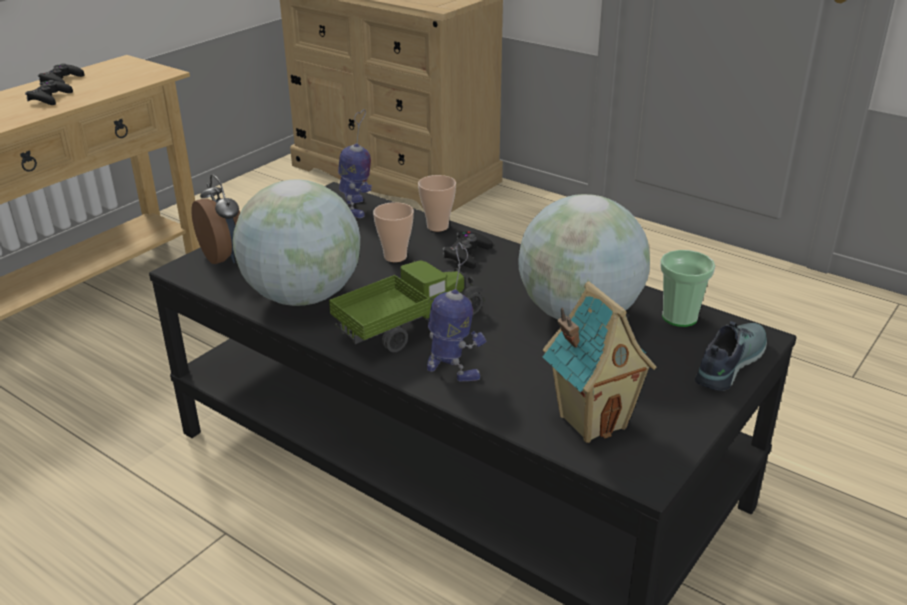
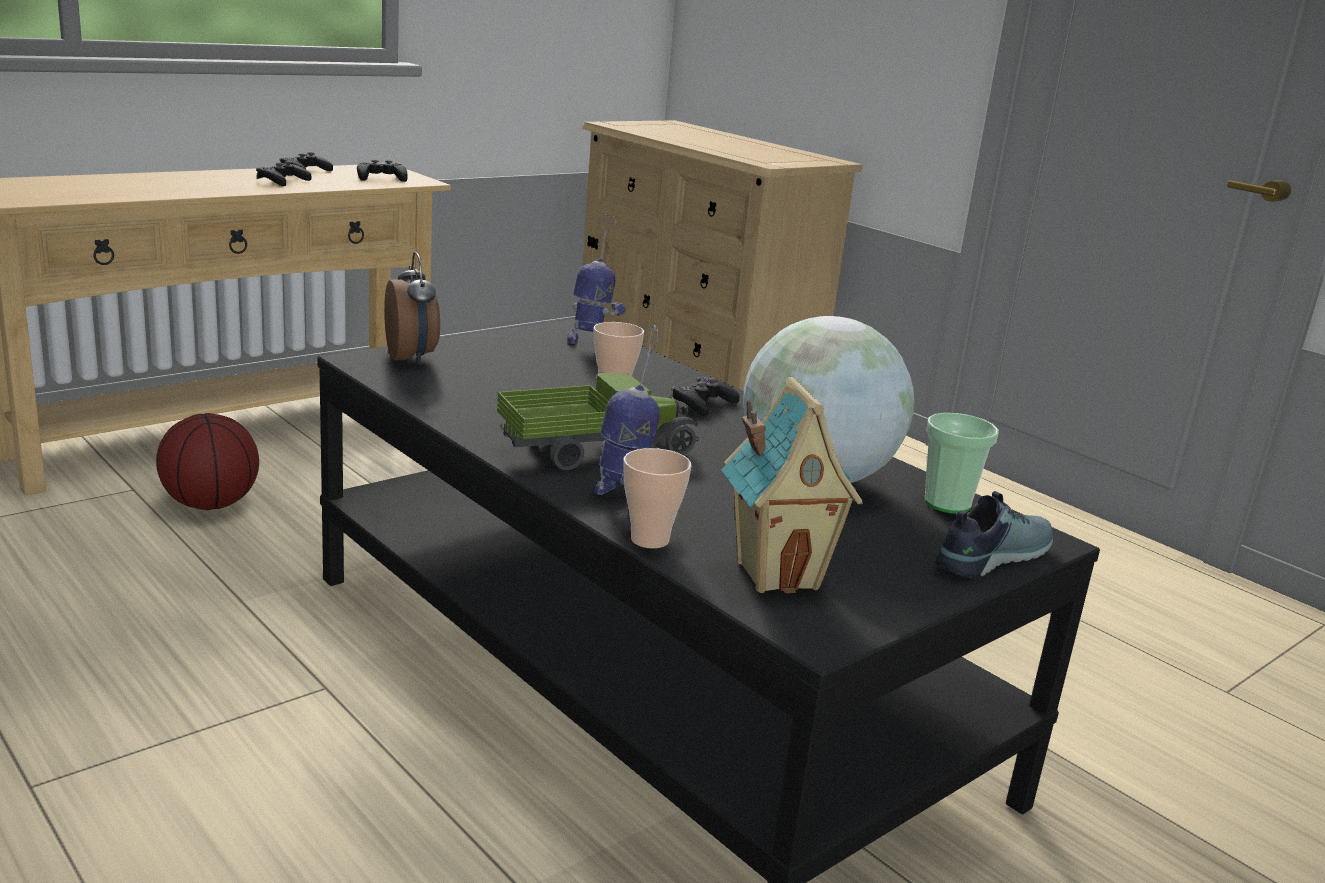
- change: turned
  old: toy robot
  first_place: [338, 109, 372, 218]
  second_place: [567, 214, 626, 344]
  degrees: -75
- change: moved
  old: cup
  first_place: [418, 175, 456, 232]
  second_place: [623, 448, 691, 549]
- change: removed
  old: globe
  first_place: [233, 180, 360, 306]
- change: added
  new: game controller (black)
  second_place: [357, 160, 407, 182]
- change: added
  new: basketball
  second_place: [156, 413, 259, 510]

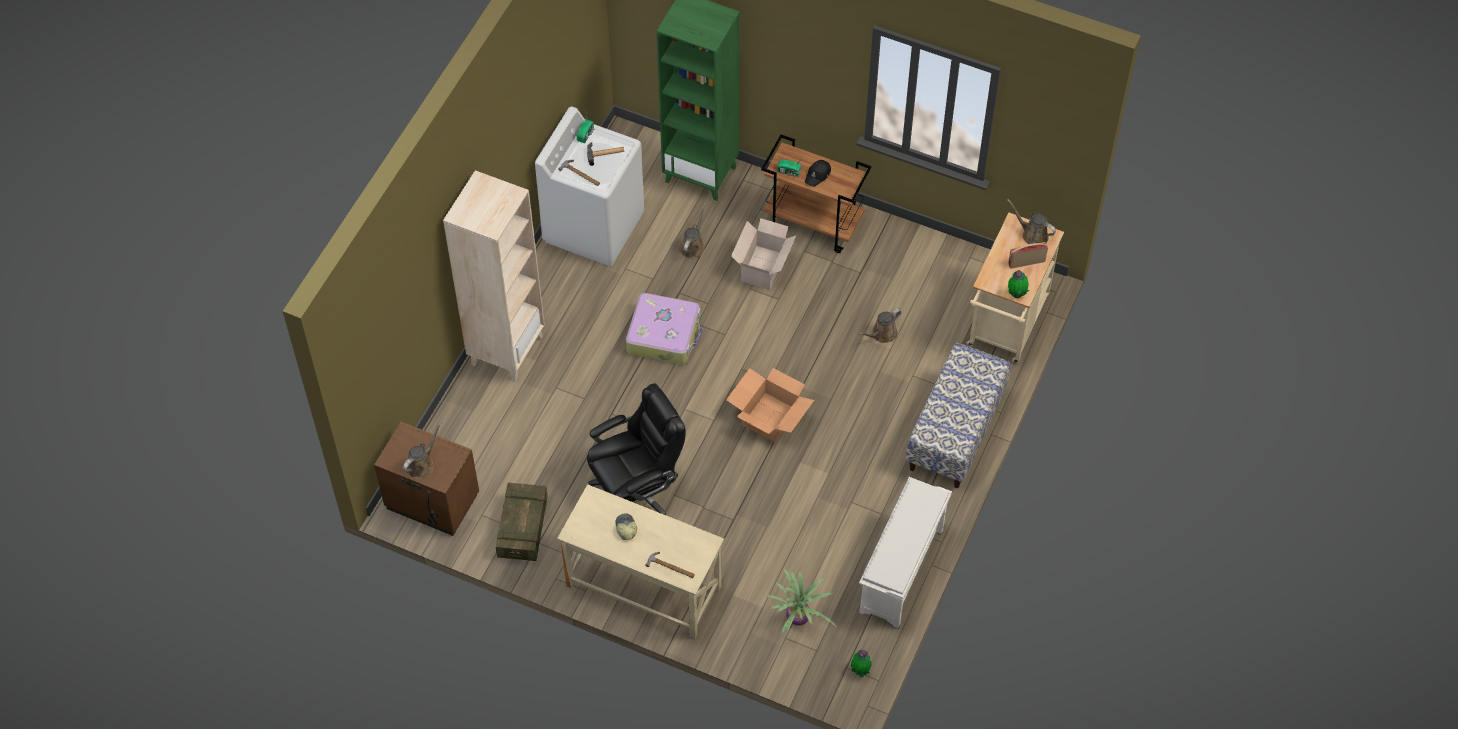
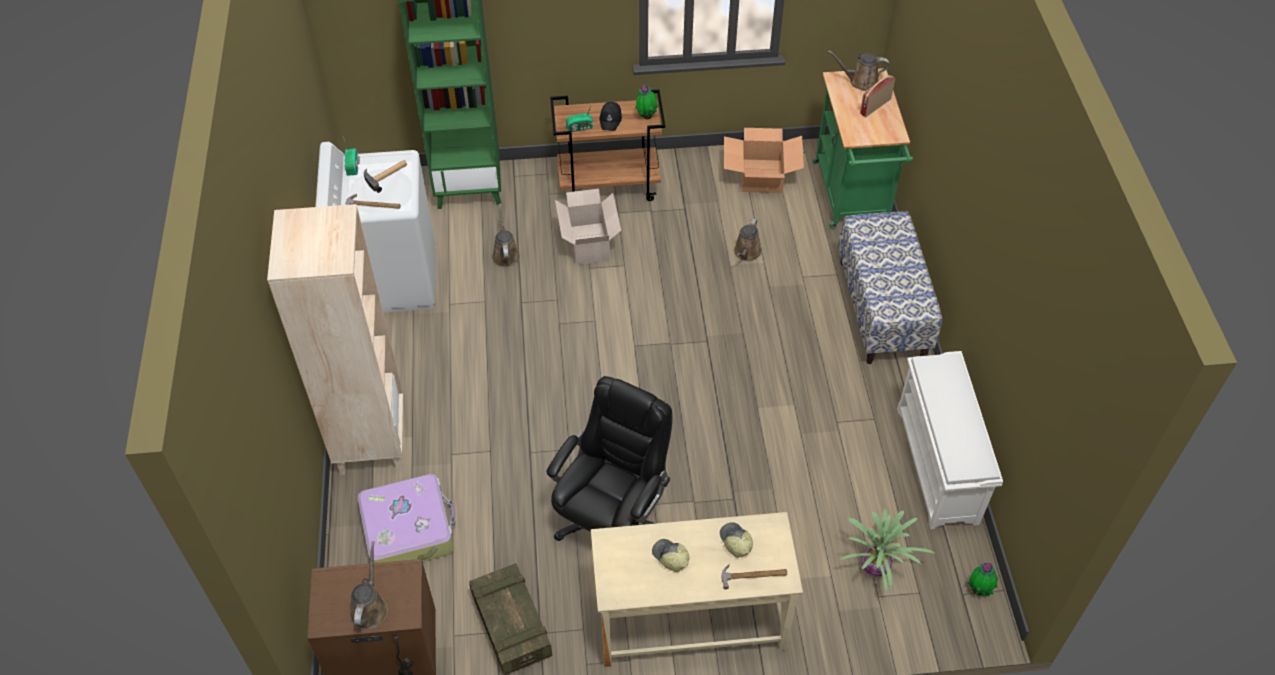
- change: recoloured
  old: cart (beige)
  new: cart (green)
  first_place: [966, 213, 1064, 363]
  second_place: [813, 68, 913, 228]
- change: moved
  old: potted plant
  first_place: [1008, 270, 1029, 298]
  second_place: [635, 84, 658, 120]
- change: moved
  old: suitcase
  first_place: [626, 293, 703, 364]
  second_place: [358, 474, 455, 563]
- change: moved
  old: cardboard box
  first_place: [726, 368, 814, 443]
  second_place: [724, 128, 804, 193]
- change: added
  new: cap
  second_place: [720, 522, 753, 558]

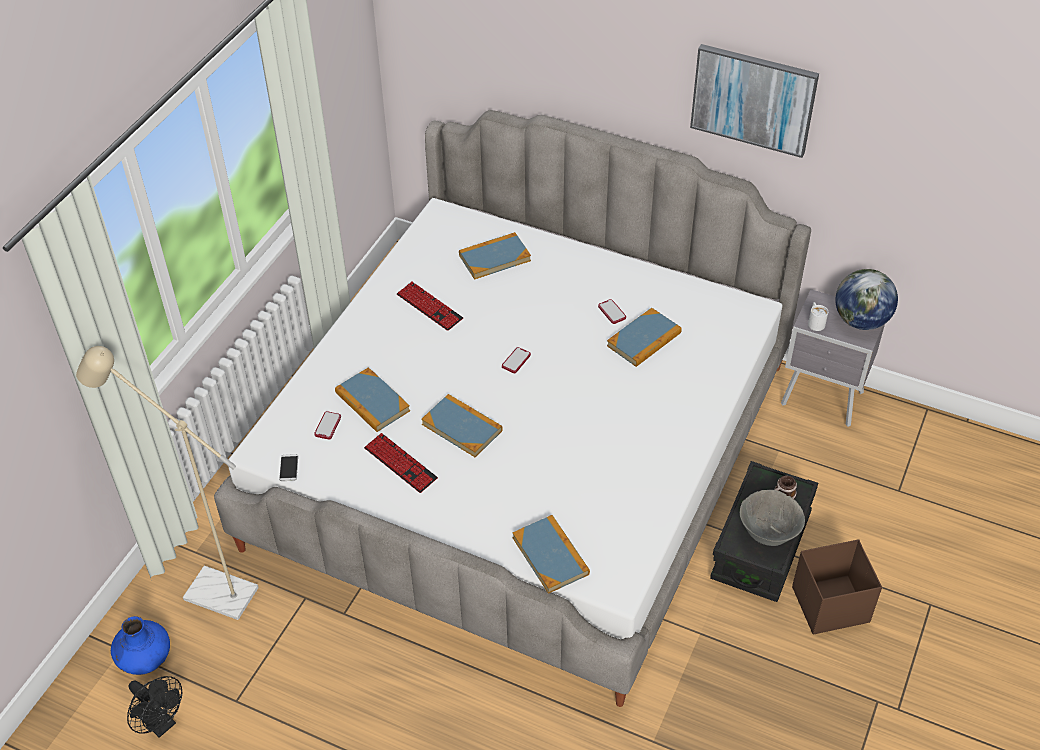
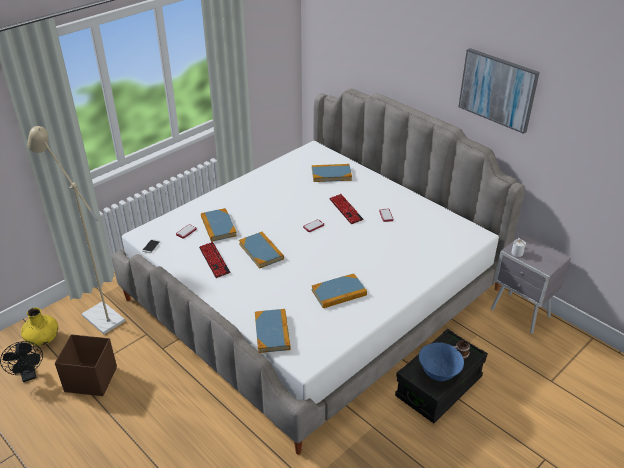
- change: removed
  old: globe
  first_place: [835, 269, 898, 330]
- change: moved
  old: keyboard
  first_place: [397, 281, 463, 331]
  second_place: [329, 194, 364, 224]
- change: moved
  old: book
  first_place: [607, 308, 682, 367]
  second_place: [312, 274, 367, 308]
- change: recoloured
  old: bowl (grey)
  new: bowl (blue)
  first_place: [740, 490, 805, 546]
  second_place: [419, 342, 464, 381]
- change: moved
  old: storage box (brown)
  first_place: [792, 539, 882, 635]
  second_place: [55, 334, 117, 396]
- change: recoloured
  old: vase (blue)
  new: vase (yellow)
  first_place: [111, 616, 170, 675]
  second_place: [21, 307, 58, 346]

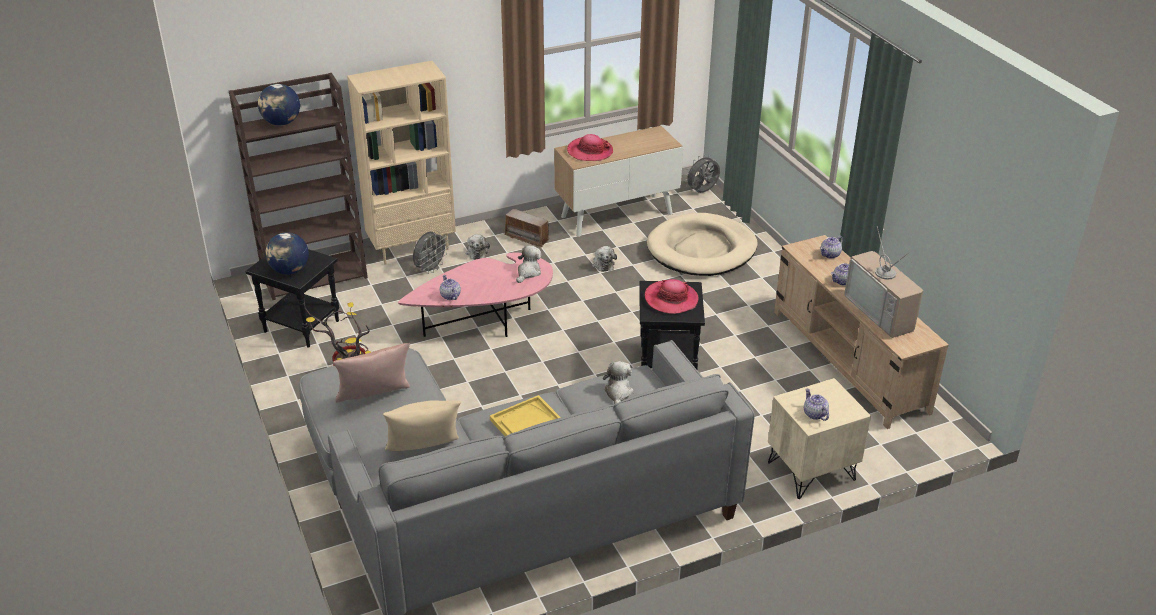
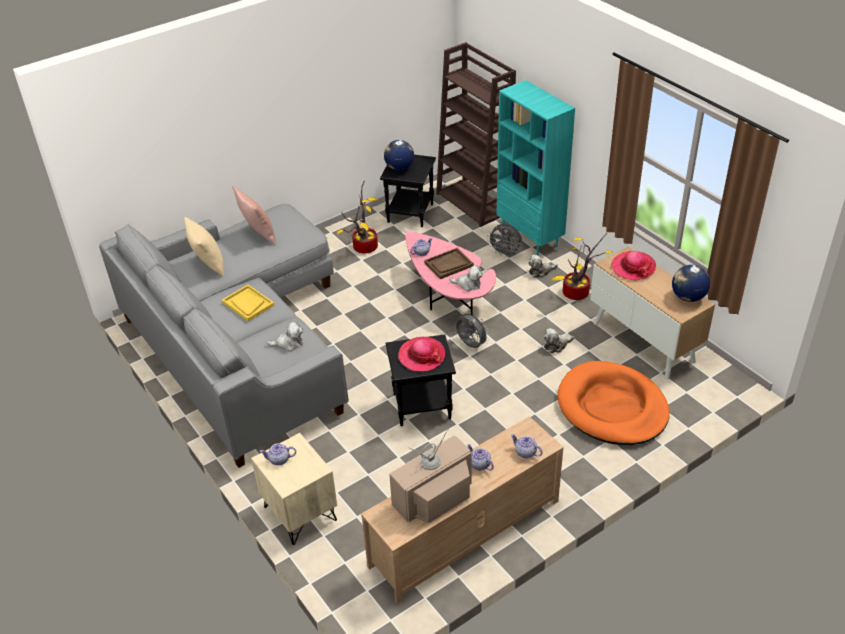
- change: recoloured
  old: bookcase (beige)
  new: bookcase (turquoise)
  first_place: [347, 61, 456, 265]
  second_place: [496, 80, 575, 256]
- change: moved
  old: globe
  first_place: [258, 84, 300, 126]
  second_place: [672, 265, 710, 302]
- change: moved
  old: fan (grey)
  first_place: [684, 155, 720, 193]
  second_place: [455, 310, 490, 348]
- change: replaced
  old: radio
  new: potted plant
  first_place: [503, 209, 550, 248]
  second_place: [552, 233, 612, 300]
- change: recoloured
  old: dog bed (beige)
  new: dog bed (orange)
  first_place: [647, 213, 758, 276]
  second_place: [558, 361, 670, 445]
- change: turned
  old: teapot
  first_place: [804, 389, 829, 421]
  second_place: [259, 443, 296, 465]
  degrees: -150
- change: added
  new: tray (brown)
  second_place: [424, 248, 474, 279]

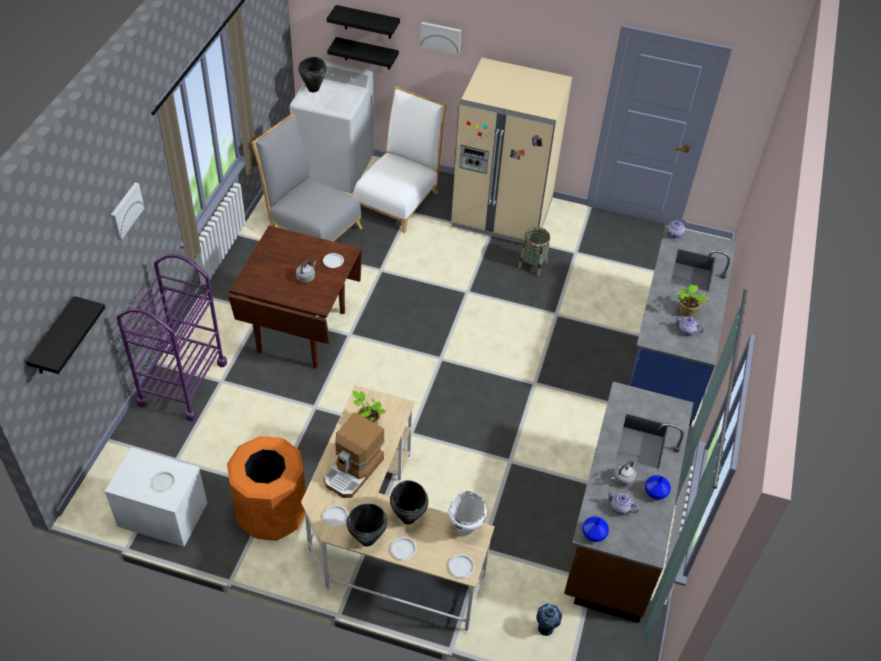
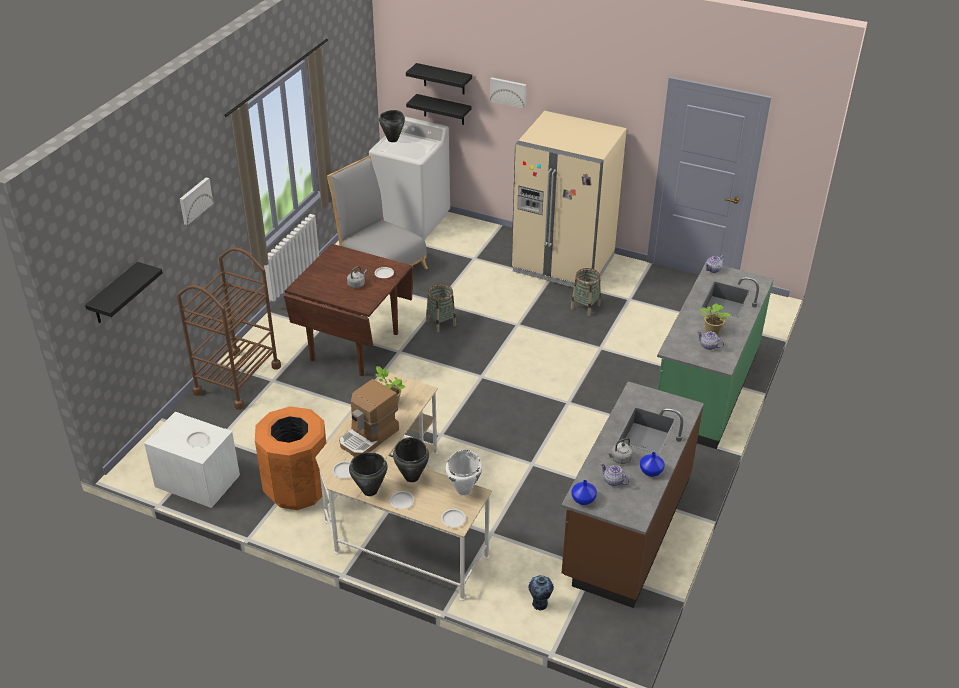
- change: removed
  old: chair (white)
  first_place: [353, 86, 447, 233]
- change: recoloured
  old: counter (blue)
  new: counter (green)
  first_place: [629, 225, 736, 427]
  second_place: [657, 265, 774, 449]
- change: recoloured
  old: cart (purple)
  new: cart (brown)
  first_place: [117, 254, 227, 421]
  second_place: [177, 248, 281, 410]
- change: added
  new: basket
  second_place: [426, 284, 456, 333]

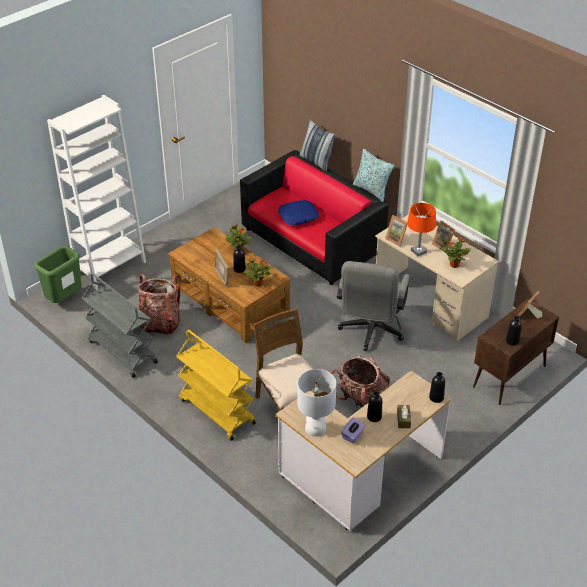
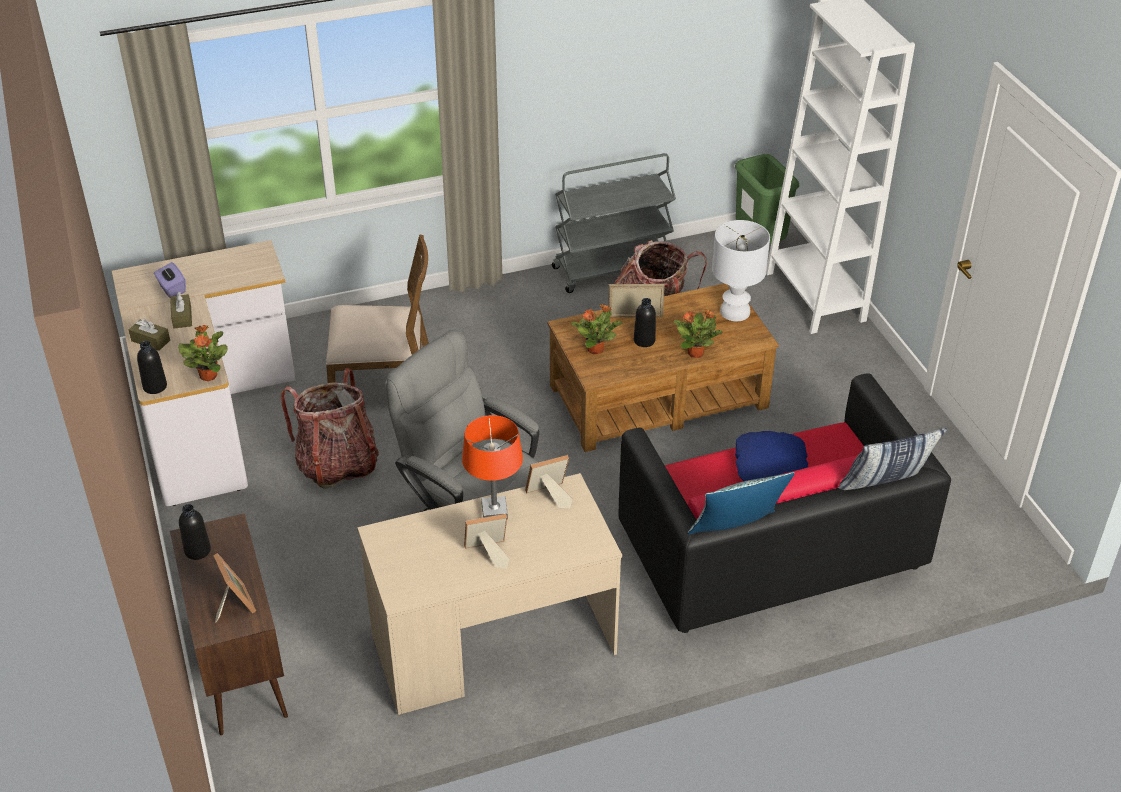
- change: moved
  old: potted plant
  first_place: [442, 238, 471, 268]
  second_place: [178, 325, 228, 381]
- change: removed
  old: cart (yellow)
  first_place: [176, 330, 256, 441]
- change: moved
  old: table lamp (white)
  first_place: [297, 369, 336, 437]
  second_place: [712, 220, 770, 321]
- change: replaced
  old: bottle (black)
  new: tissue box (brown)
  first_place: [367, 391, 382, 422]
  second_place: [170, 292, 192, 329]

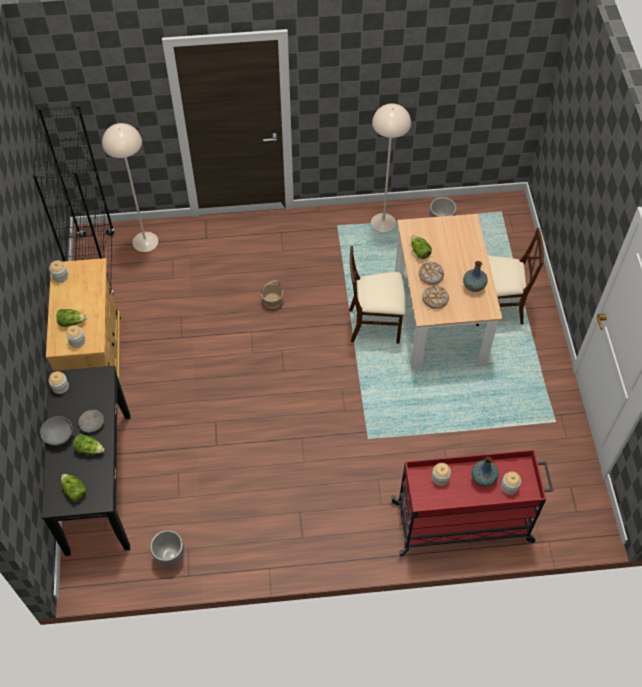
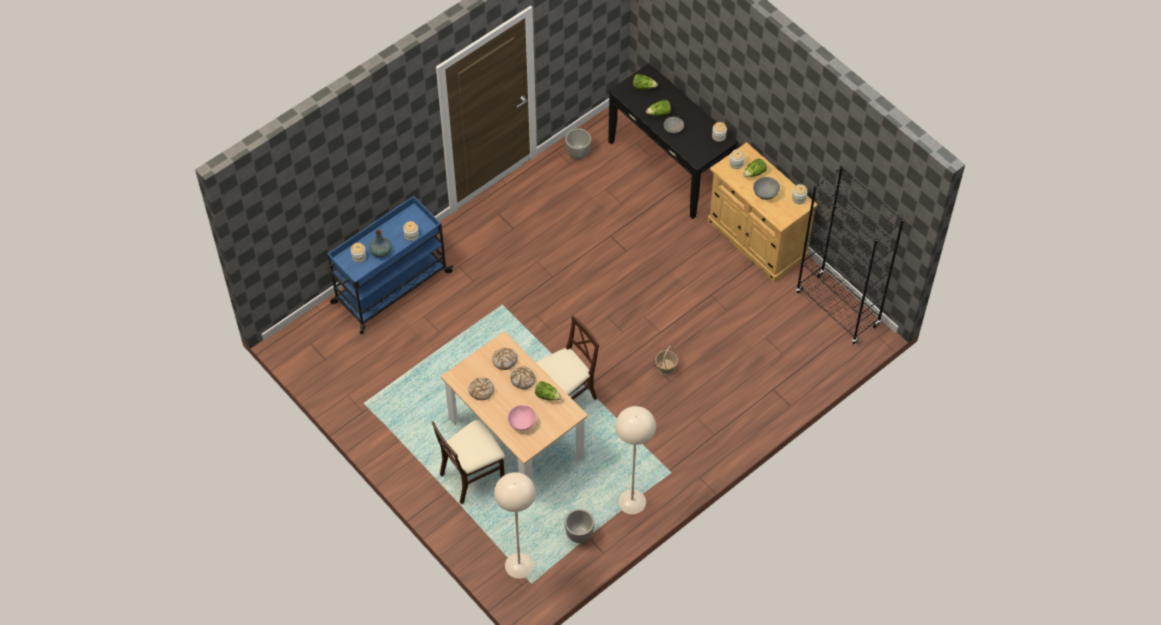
- change: moved
  old: floor lamp (beige)
  first_place: [102, 123, 158, 252]
  second_place: [494, 472, 536, 579]
- change: replaced
  old: vase
  new: bread
  first_place: [463, 261, 488, 292]
  second_place: [469, 378, 494, 400]
- change: moved
  old: bowl (grey)
  first_place: [40, 416, 73, 446]
  second_place: [753, 177, 780, 200]
- change: recoloured
  old: cart (red)
  new: cart (blue)
  first_place: [391, 450, 553, 556]
  second_place: [326, 196, 453, 334]
- change: added
  new: bowl (pink)
  second_place: [508, 405, 536, 431]

